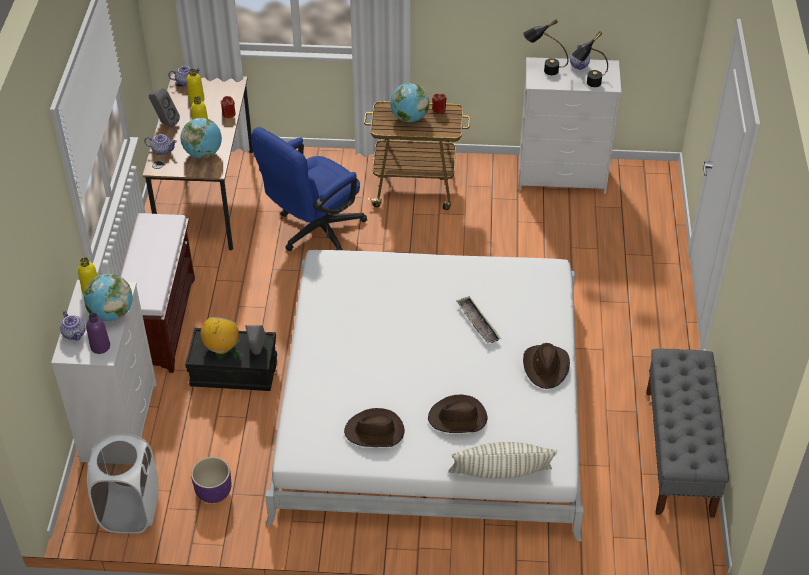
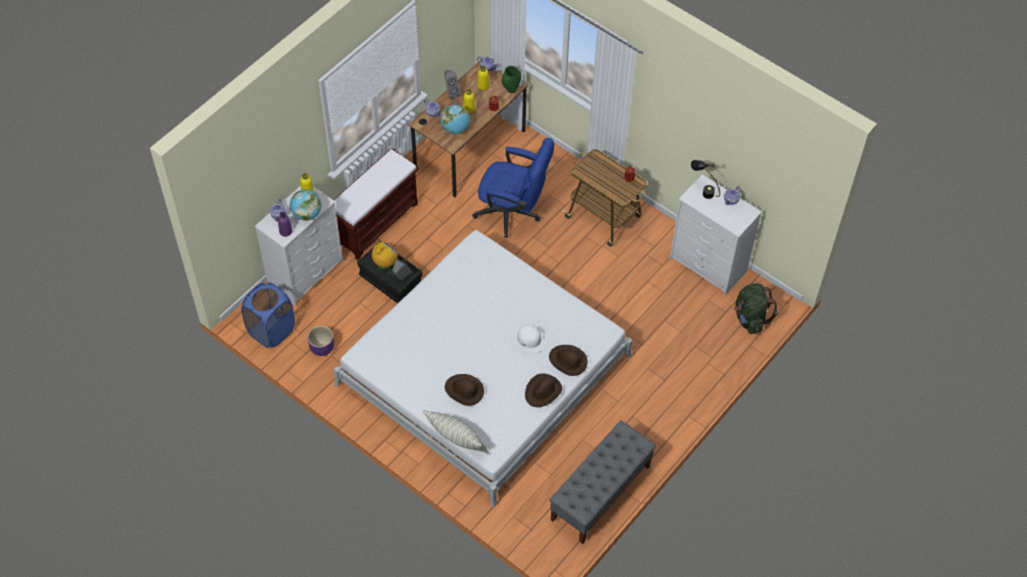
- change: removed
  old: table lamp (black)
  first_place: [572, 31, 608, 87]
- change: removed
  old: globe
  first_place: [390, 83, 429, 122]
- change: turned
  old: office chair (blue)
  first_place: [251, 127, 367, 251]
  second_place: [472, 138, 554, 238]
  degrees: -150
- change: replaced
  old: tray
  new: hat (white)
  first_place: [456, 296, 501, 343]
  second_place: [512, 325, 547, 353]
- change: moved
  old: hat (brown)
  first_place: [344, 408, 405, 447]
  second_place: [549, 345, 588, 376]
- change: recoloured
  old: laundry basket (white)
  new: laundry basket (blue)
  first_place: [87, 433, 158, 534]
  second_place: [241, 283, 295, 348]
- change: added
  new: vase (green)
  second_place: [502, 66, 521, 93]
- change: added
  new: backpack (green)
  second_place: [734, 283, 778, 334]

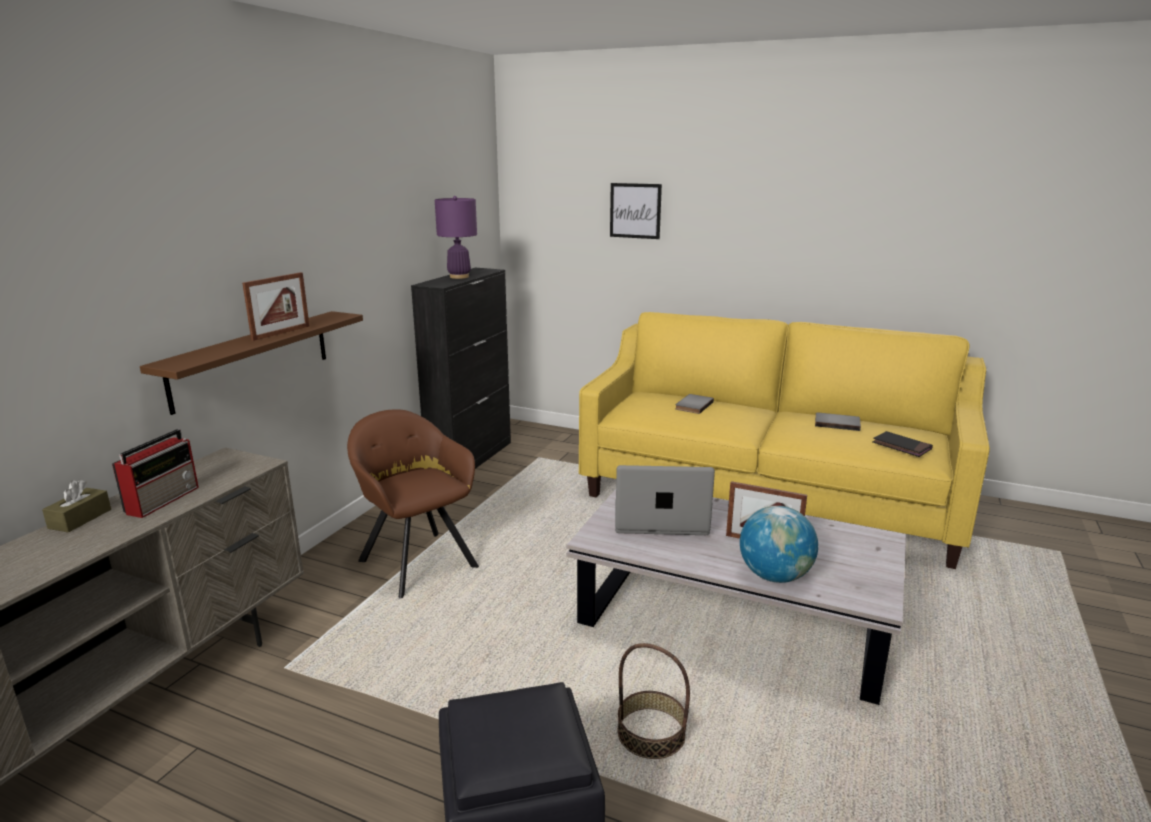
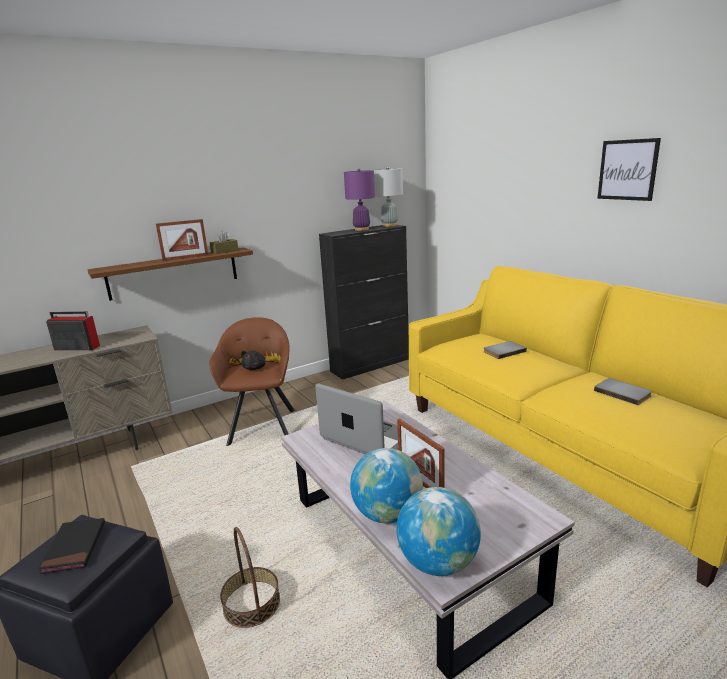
- change: moved
  old: picture
  first_place: [610, 183, 662, 239]
  second_place: [597, 138, 661, 201]
- change: turned
  old: radio
  first_place: [112, 429, 199, 518]
  second_place: [46, 311, 100, 351]
  degrees: -135
- change: moved
  old: book (black)
  first_place: [872, 431, 933, 457]
  second_place: [38, 518, 105, 574]
- change: moved
  old: tissue box (brown)
  first_place: [42, 480, 111, 533]
  second_place: [209, 231, 238, 254]
- change: added
  new: table lamp (grey)
  second_place: [374, 167, 403, 227]
- change: added
  new: plush toy (black)
  second_place: [241, 351, 266, 370]
- change: added
  new: globe
  second_place: [396, 487, 481, 576]

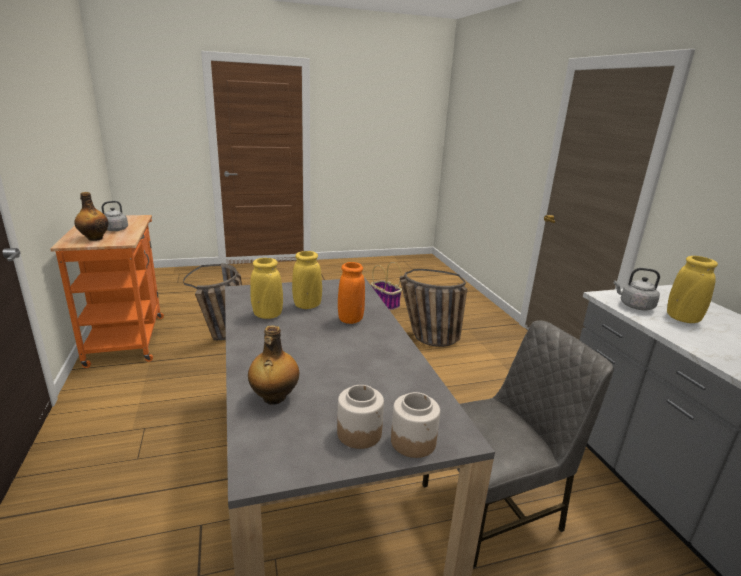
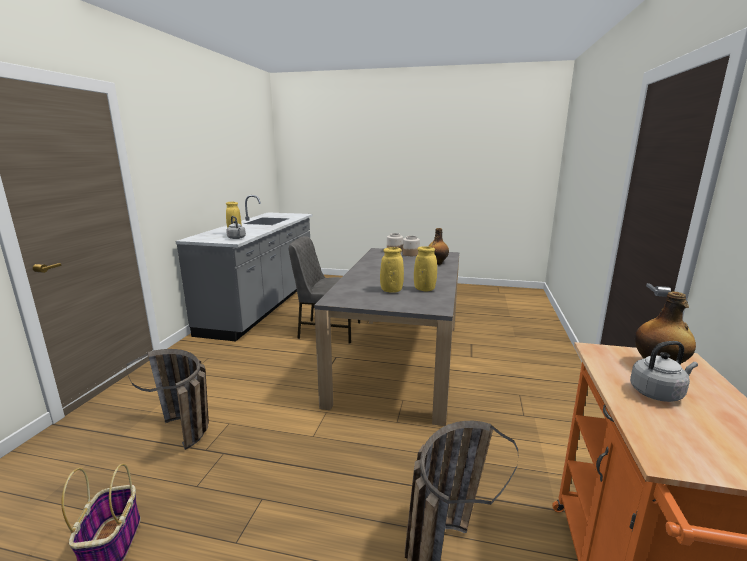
- change: removed
  old: vase (orange)
  first_place: [338, 262, 365, 324]

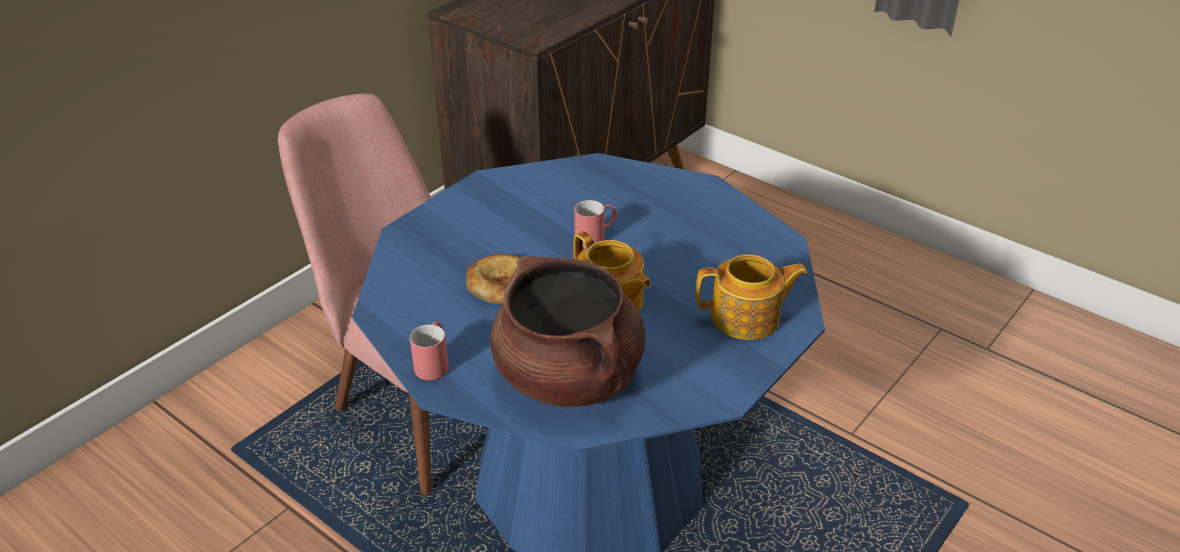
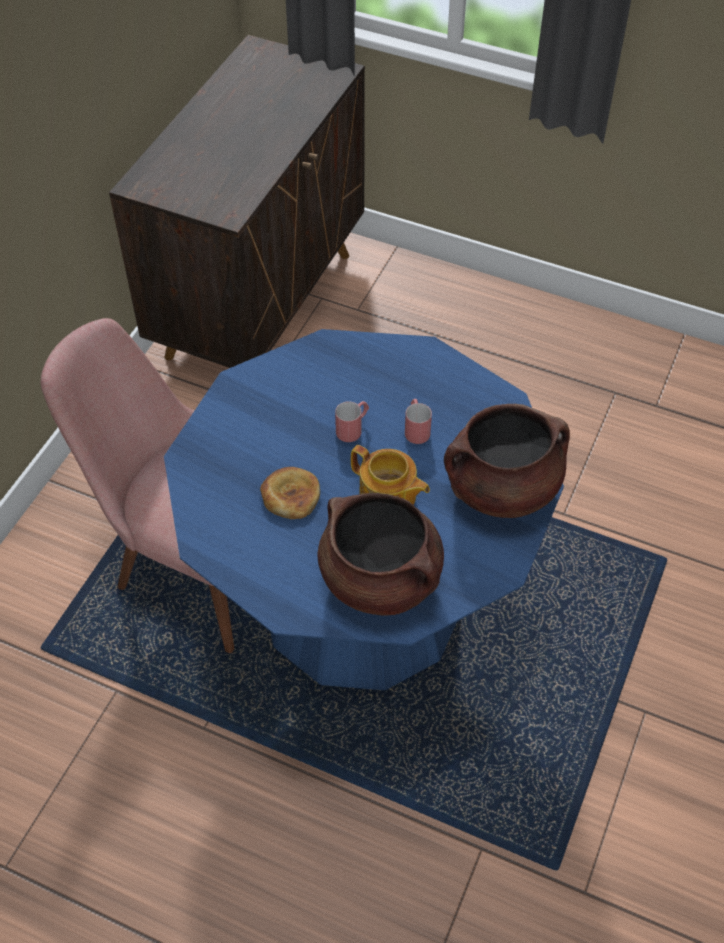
- change: replaced
  old: teapot
  new: cooking pot (brown)
  first_place: [696, 254, 808, 340]
  second_place: [444, 404, 570, 518]
- change: moved
  old: mug (red)
  first_place: [410, 321, 449, 380]
  second_place: [405, 399, 432, 444]

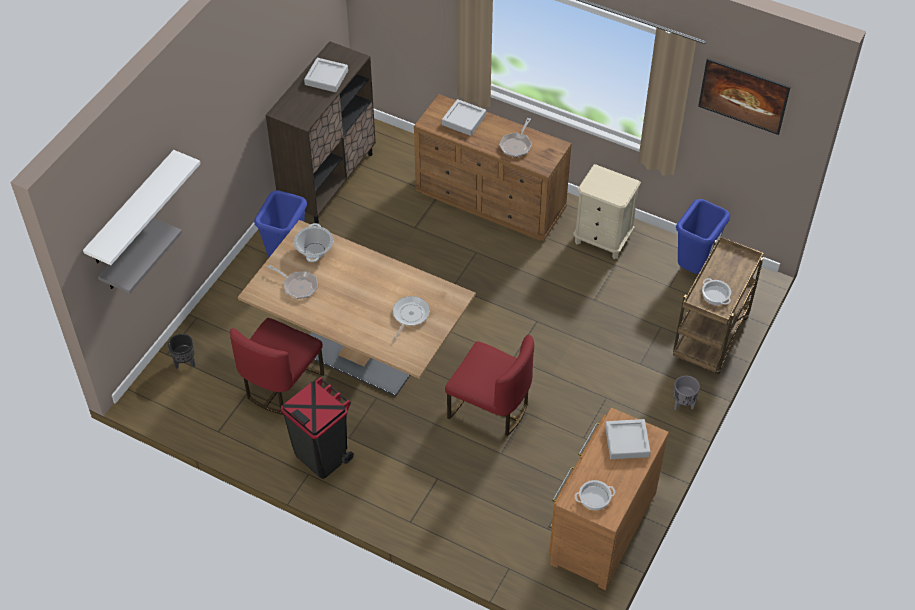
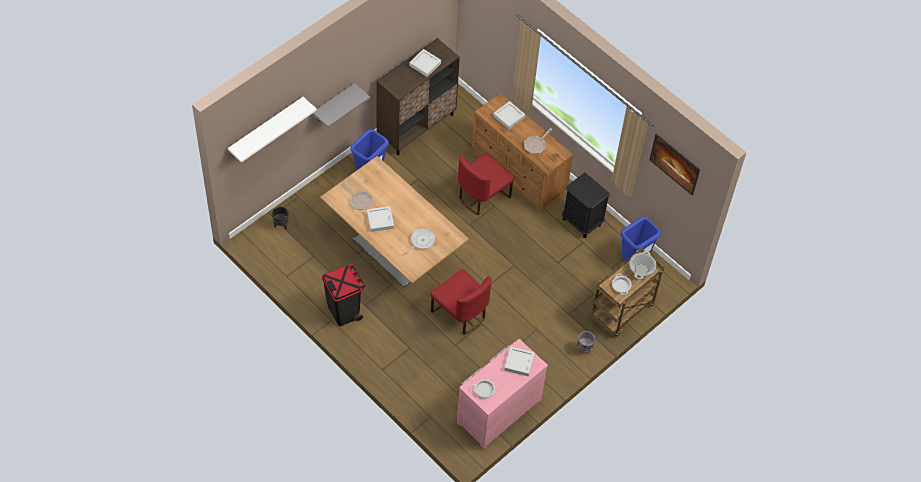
- change: recoloured
  old: nightstand (beige)
  new: nightstand (black)
  first_place: [573, 164, 641, 259]
  second_place: [562, 172, 610, 238]
- change: moved
  old: shelf (grey)
  first_place: [98, 218, 182, 294]
  second_place: [313, 83, 370, 128]
- change: moved
  old: cooking pot
  first_place: [294, 223, 333, 262]
  second_place: [630, 251, 656, 279]
- change: moved
  old: chair (red)
  first_place: [230, 318, 324, 415]
  second_place: [458, 153, 514, 215]
- change: recoloured
  old: dresser (brown)
  new: dresser (pink)
  first_place: [549, 408, 669, 590]
  second_place: [457, 339, 548, 449]
- change: added
  new: tray (grey)
  second_place: [367, 206, 394, 232]

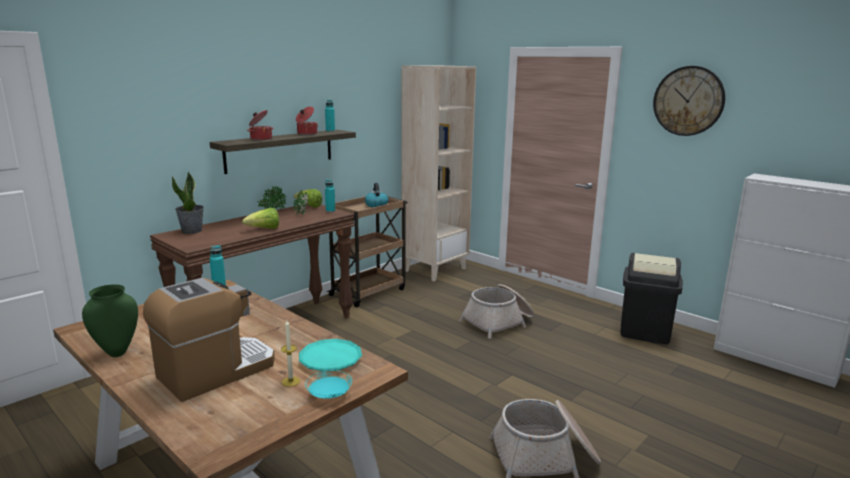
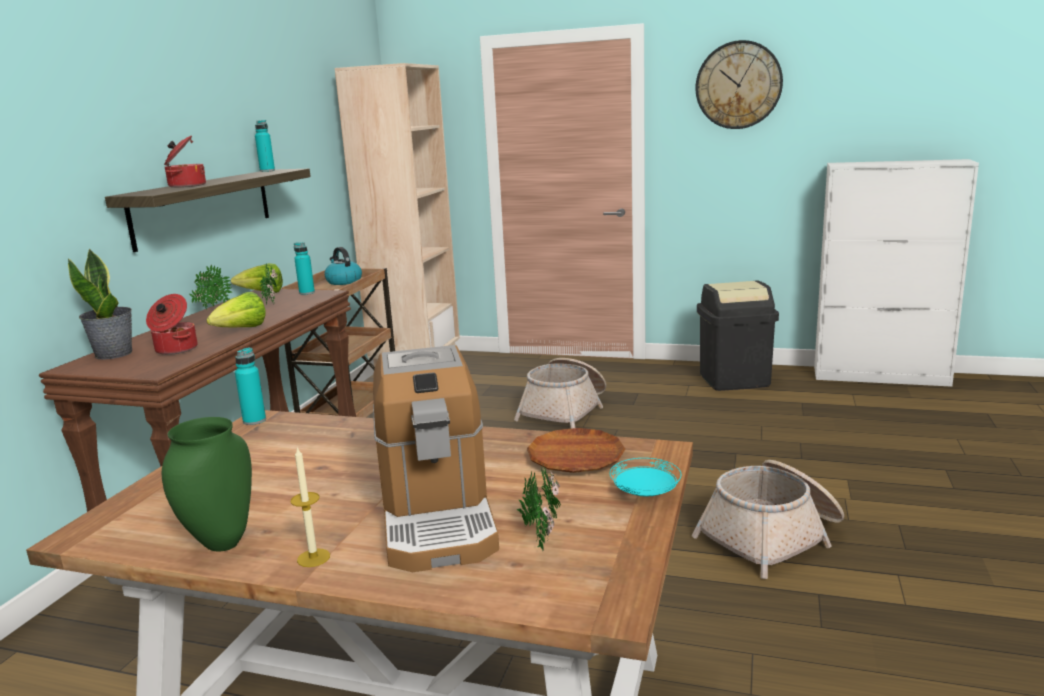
- change: moved
  old: cooking pot
  first_place: [296, 106, 318, 135]
  second_place: [146, 294, 198, 355]
- change: turned
  old: coffee machine
  first_place: [143, 278, 275, 402]
  second_place: [373, 345, 499, 572]
  degrees: 150
- change: moved
  old: candle
  first_place: [281, 320, 300, 387]
  second_place: [291, 447, 330, 567]
- change: recoloured
  old: plate (turquoise)
  new: plate (brown)
  first_place: [299, 339, 362, 371]
  second_place: [527, 428, 625, 473]
- change: added
  new: potted plant
  second_place: [516, 462, 561, 552]

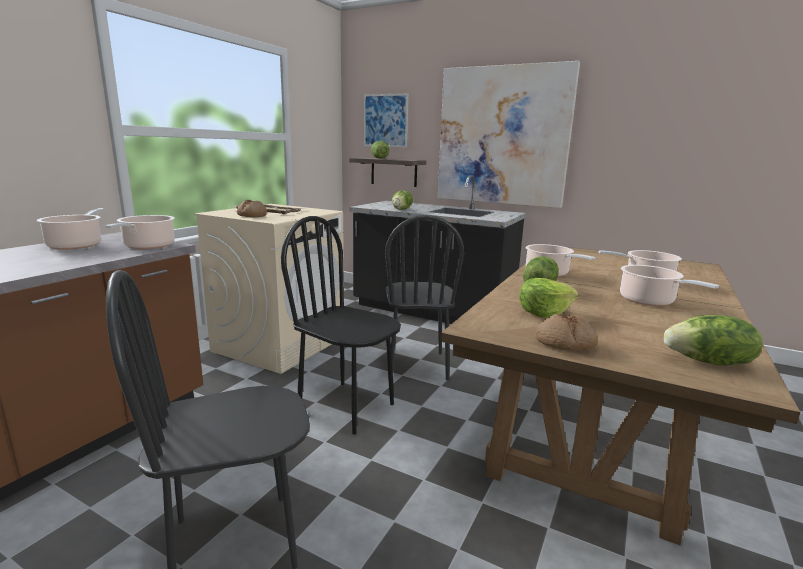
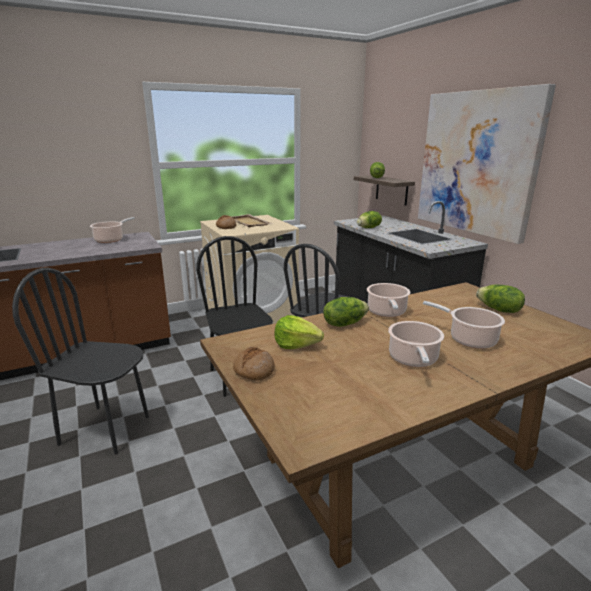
- change: removed
  old: picture
  first_place: [364, 93, 408, 147]
- change: removed
  old: cooking pot
  first_place: [105, 215, 175, 249]
- change: moved
  old: lettuce
  first_place: [664, 315, 762, 366]
  second_place: [476, 284, 525, 313]

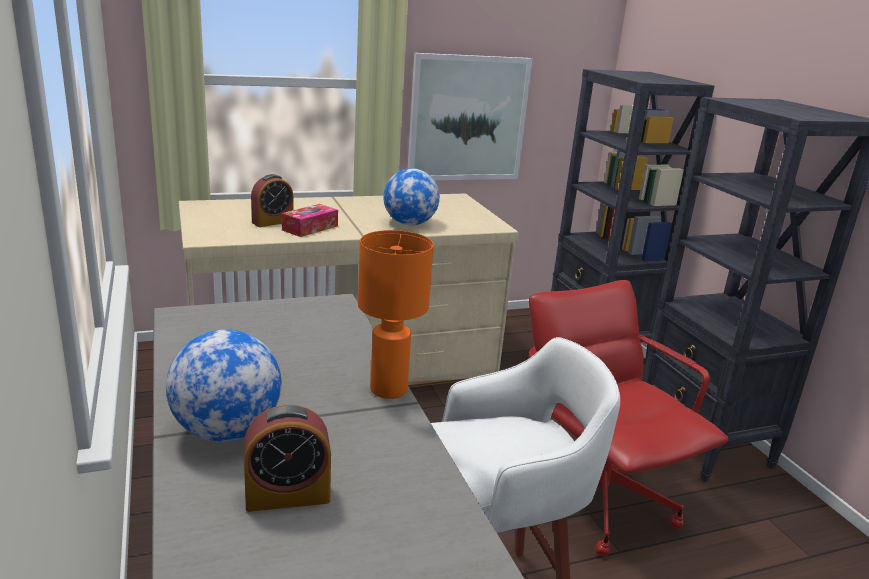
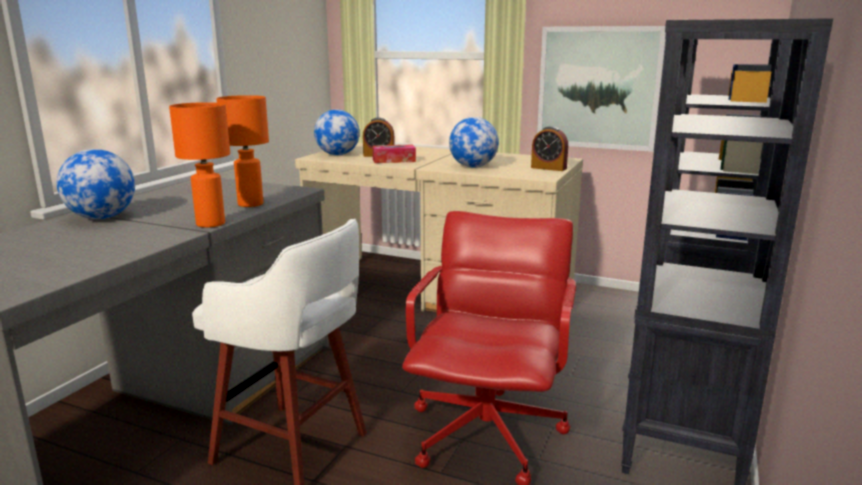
- change: moved
  old: alarm clock
  first_place: [244, 405, 331, 512]
  second_place: [531, 126, 568, 171]
- change: added
  new: table lamp (orange)
  second_place: [216, 95, 269, 207]
- change: added
  new: globe
  second_place: [314, 109, 359, 155]

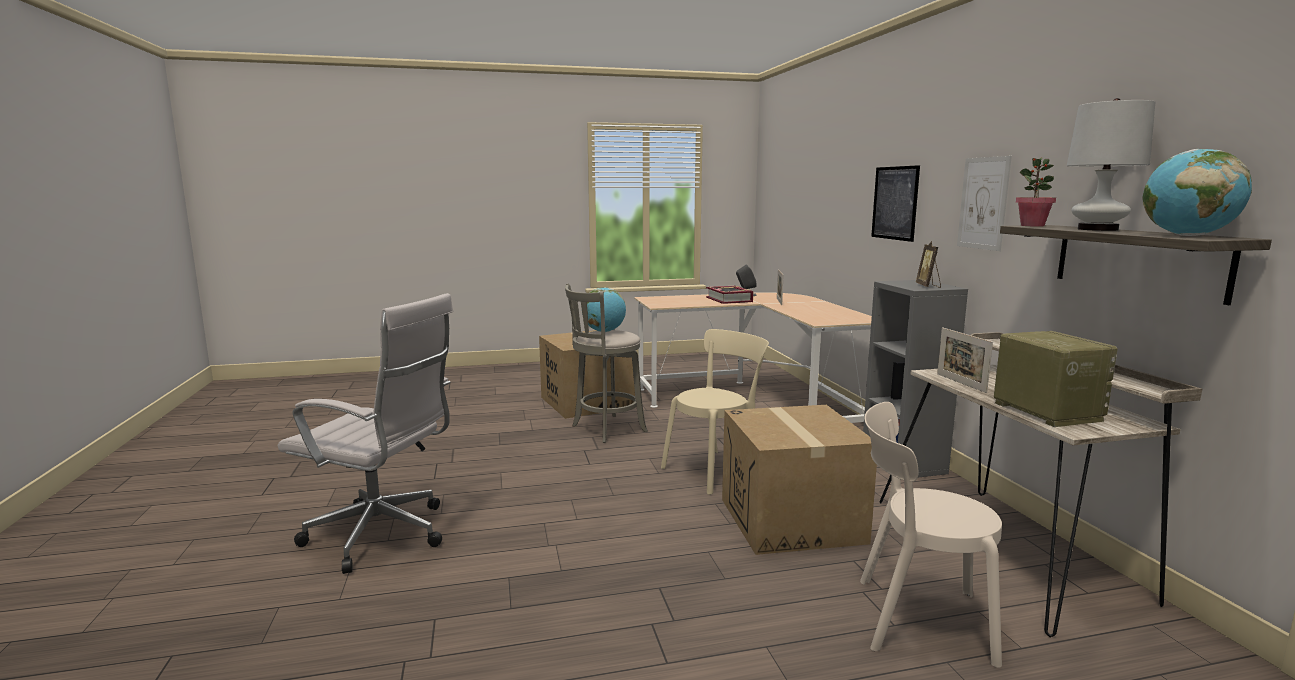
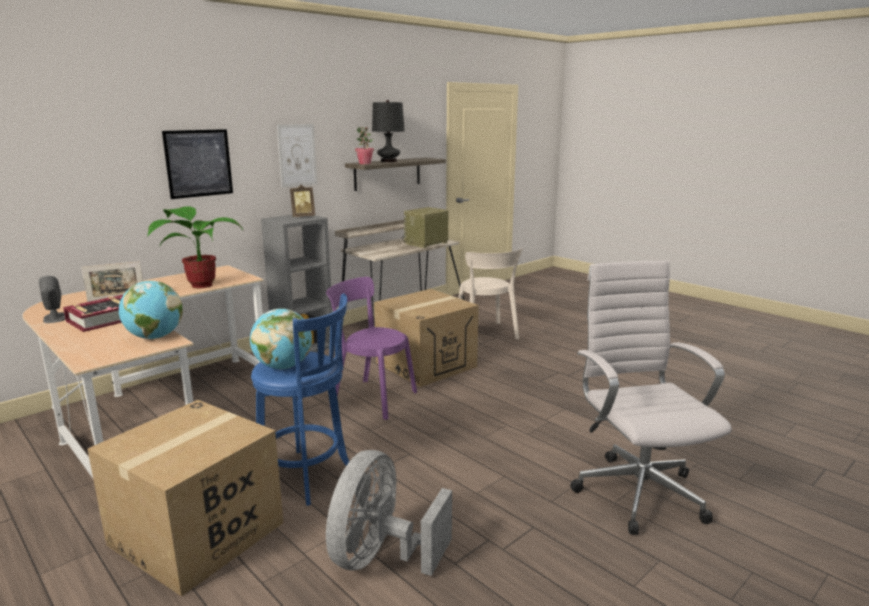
- change: recoloured
  old: table lamp (white)
  new: table lamp (black)
  first_place: [1067, 98, 1155, 231]
  second_place: [372, 100, 404, 162]
- change: moved
  old: globe
  first_place: [1142, 149, 1252, 236]
  second_place: [119, 281, 183, 339]
- change: recoloured
  old: stool (grey)
  new: stool (blue)
  first_place: [565, 284, 648, 443]
  second_place: [251, 293, 349, 506]
- change: removed
  old: picture frame
  first_place: [937, 327, 993, 393]
- change: recoloured
  old: chair (beige)
  new: chair (purple)
  first_place: [661, 329, 769, 495]
  second_place: [326, 277, 417, 420]
- change: added
  new: potted plant
  second_place: [147, 206, 243, 288]
- change: added
  new: fan (grey)
  second_place: [326, 450, 452, 576]

